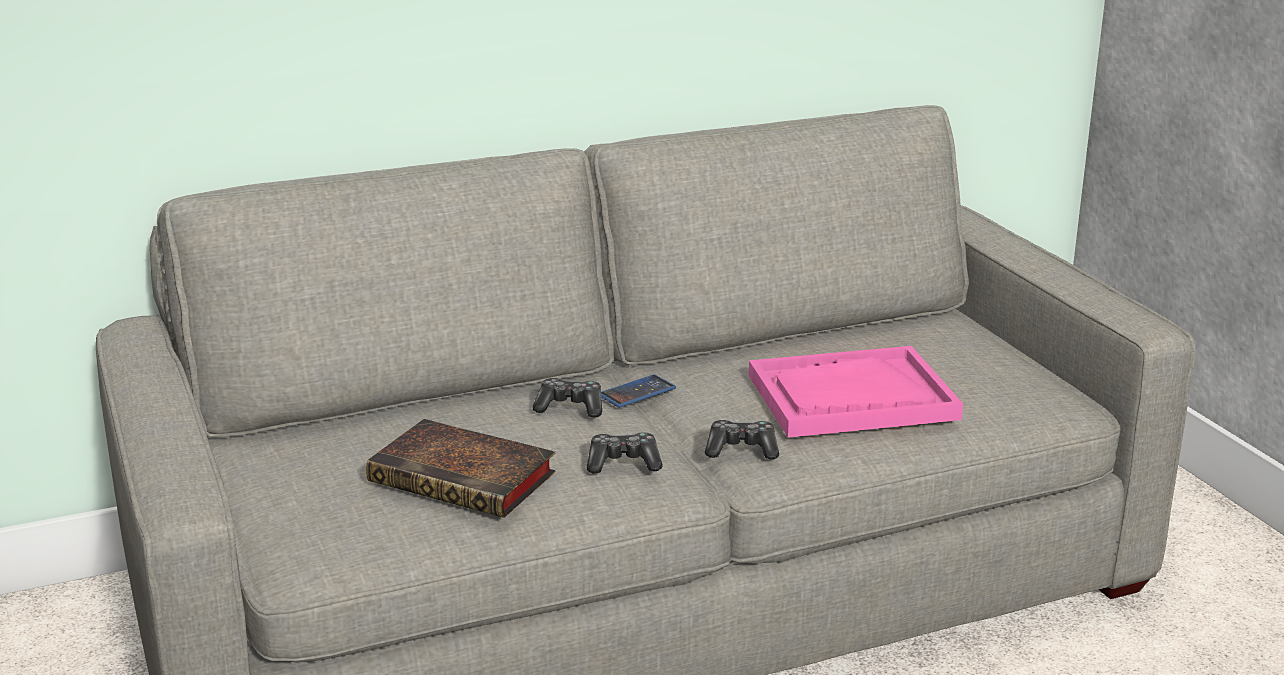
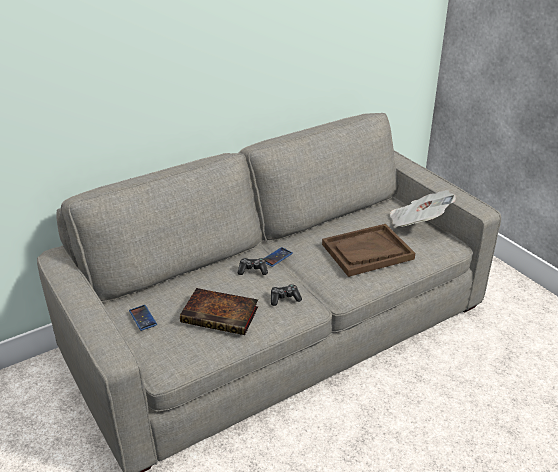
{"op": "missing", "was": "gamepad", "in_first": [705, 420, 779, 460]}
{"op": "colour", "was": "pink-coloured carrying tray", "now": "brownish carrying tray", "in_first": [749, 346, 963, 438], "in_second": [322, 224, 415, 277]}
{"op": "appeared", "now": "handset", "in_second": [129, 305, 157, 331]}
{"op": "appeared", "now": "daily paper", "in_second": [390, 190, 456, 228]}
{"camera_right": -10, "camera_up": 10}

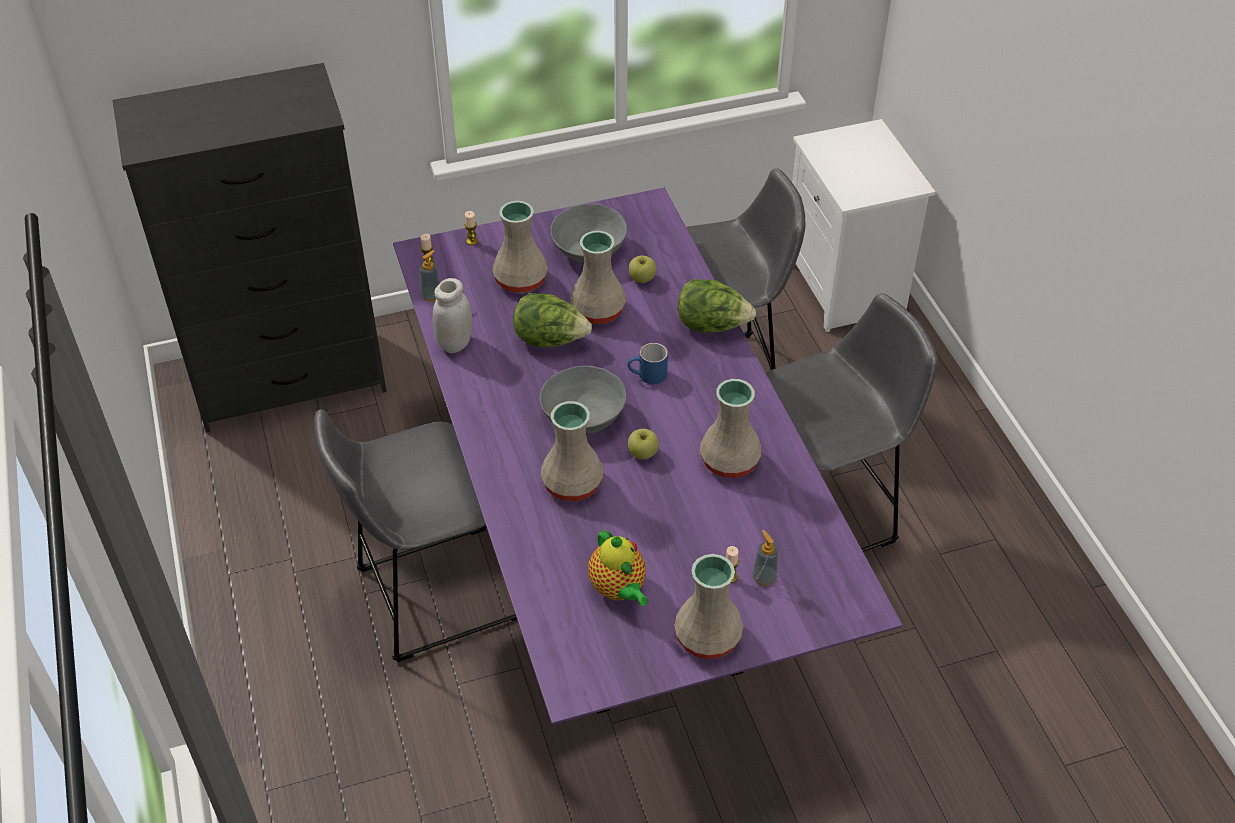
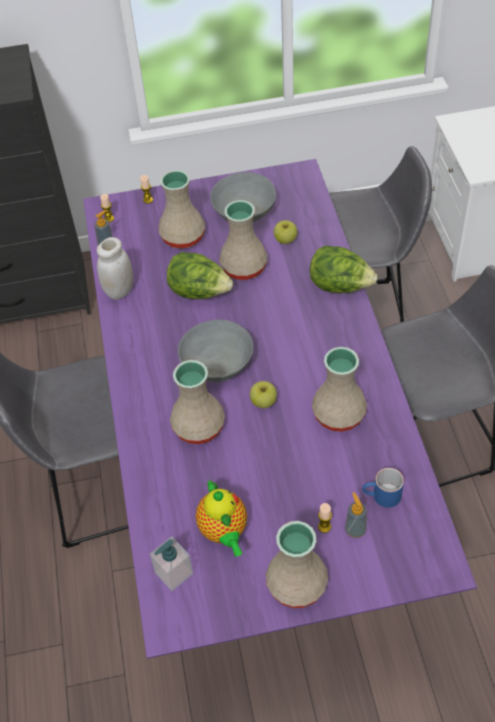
{"op": "relocated", "was": "blue coffee mug", "in_first": [627, 343, 668, 384], "in_second": [362, 468, 404, 508]}
{"op": "appeared", "now": "soap dispenser", "in_second": [150, 536, 193, 591]}
{"camera_right": 10, "camera_up": 5}

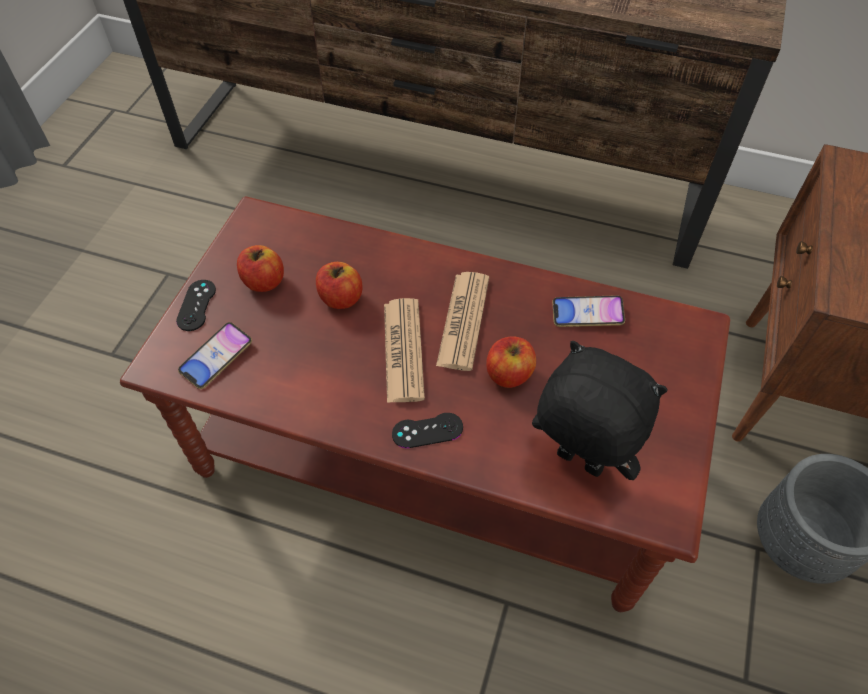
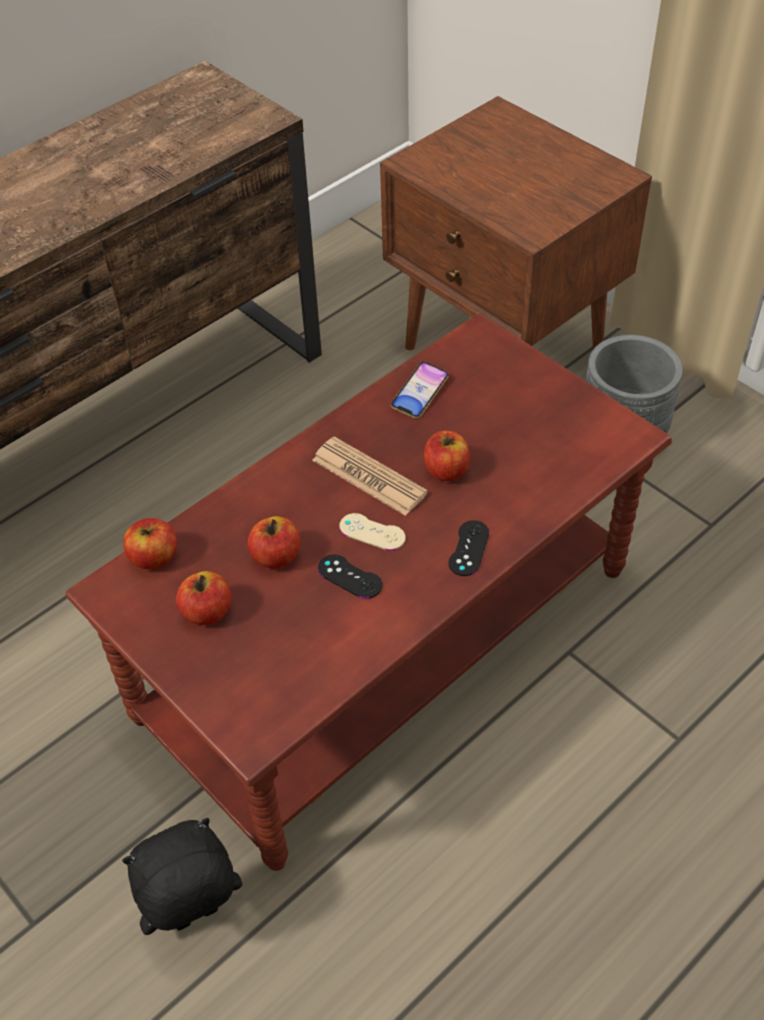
{"op": "relocated", "was": "black-coloured gamepad", "in_first": [176, 280, 216, 331], "in_second": [318, 554, 382, 599]}
{"op": "missing", "was": "handset", "in_first": [178, 322, 252, 389]}
{"op": "exchanged", "was": "daily paper", "now": "beige-coloured gamepad", "in_first": [384, 298, 425, 403], "in_second": [339, 513, 406, 551]}
{"op": "relocated", "was": "black-coloured soft toy", "in_first": [532, 341, 668, 480], "in_second": [122, 818, 242, 935]}
{"op": "appeared", "now": "apple", "in_second": [123, 518, 177, 569]}
{"camera_right": -60, "camera_up": -5}

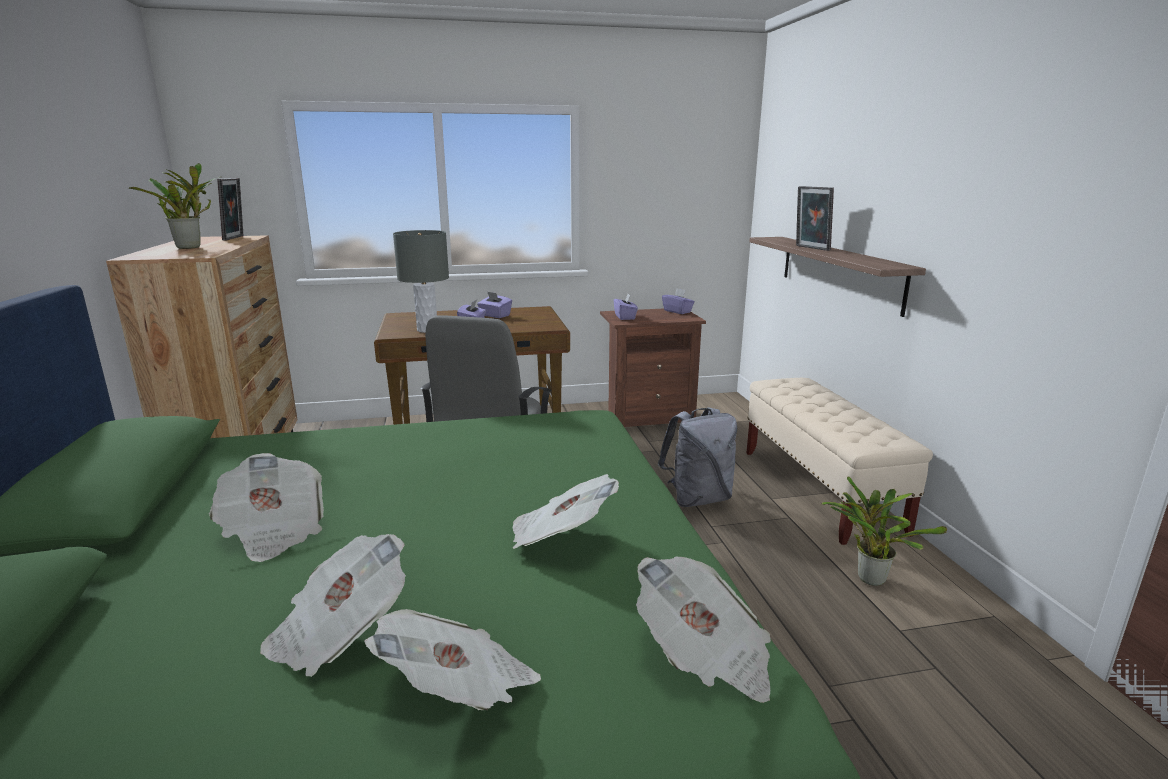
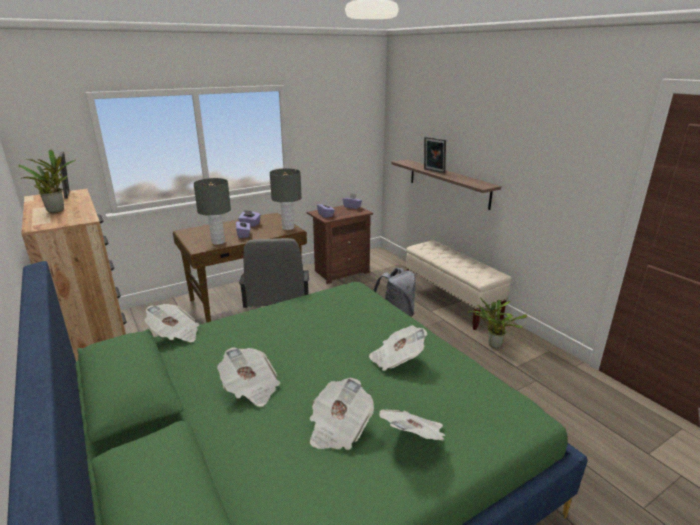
{"op": "relocated", "was": "daily paper", "in_first": [636, 556, 771, 703], "in_second": [145, 304, 199, 342]}
{"op": "appeared", "now": "greyish lamp for a table", "in_second": [270, 168, 302, 230]}
{"camera_right": -20, "camera_up": 5}

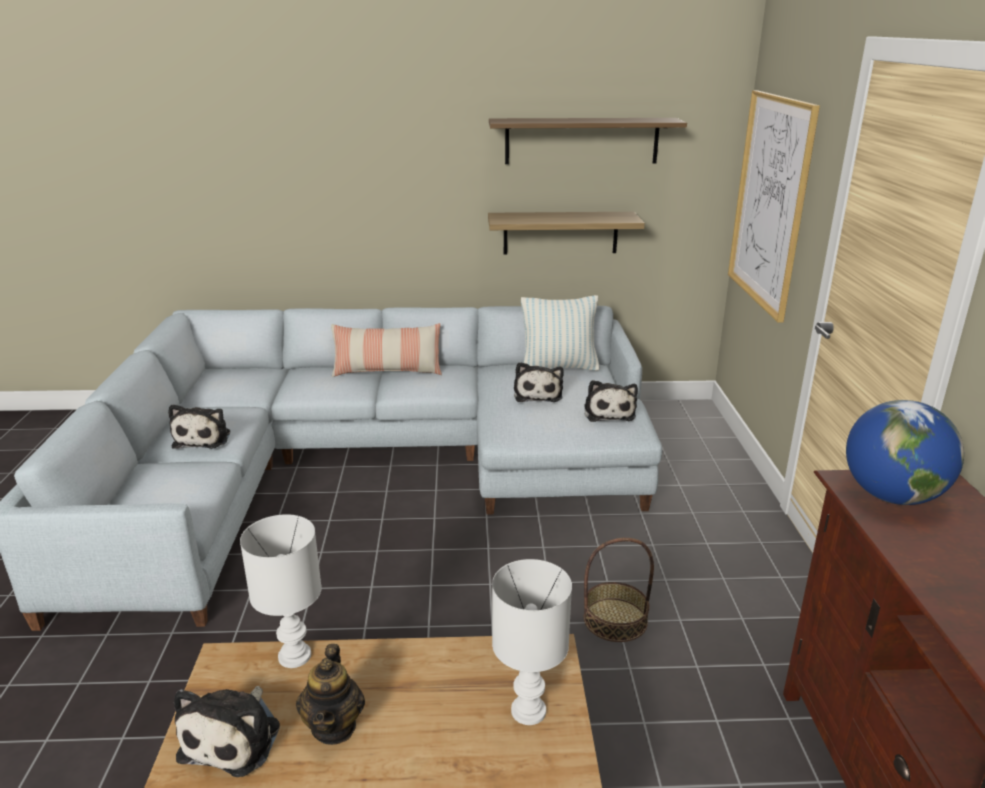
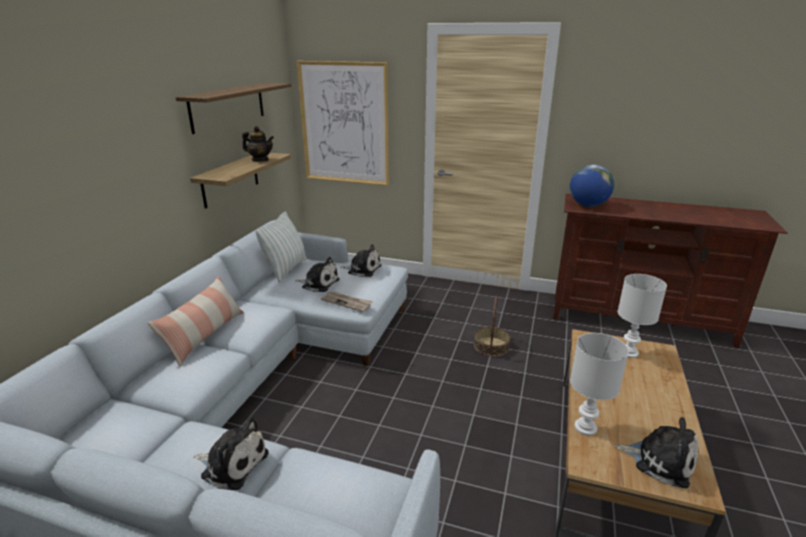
{"op": "relocated", "was": "teapot", "in_first": [296, 644, 365, 745], "in_second": [242, 126, 274, 161]}
{"op": "appeared", "now": "daily paper", "in_second": [321, 291, 373, 312]}
{"camera_right": -70, "camera_up": 0}

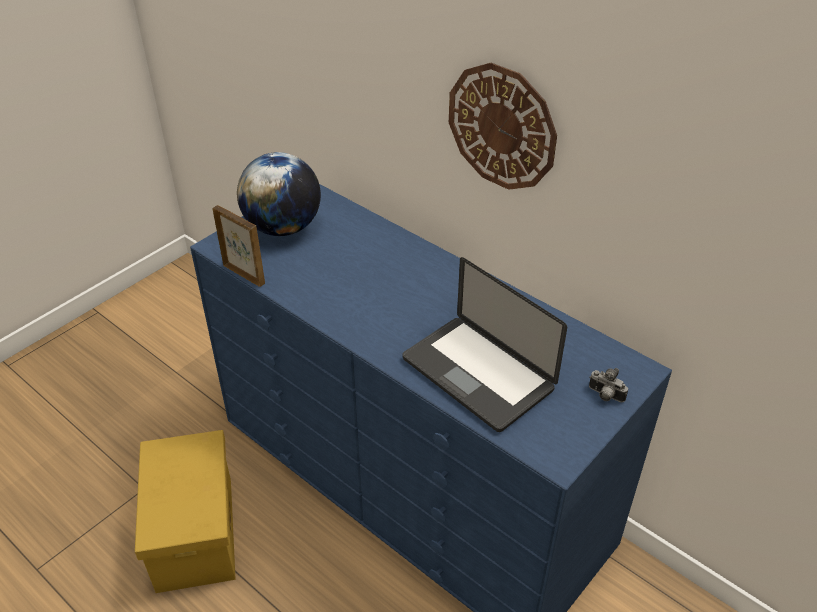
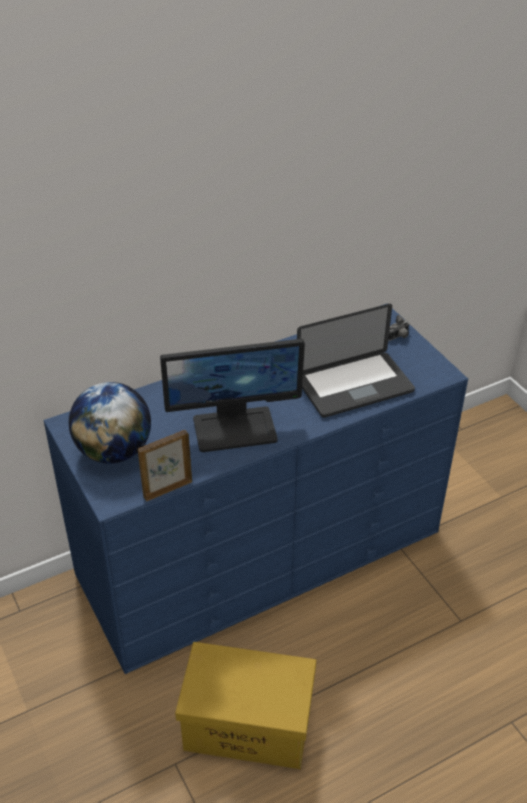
{"op": "missing", "was": "hanging clock", "in_first": [449, 63, 557, 190]}
{"op": "appeared", "now": "computer screen", "in_second": [160, 339, 305, 452]}
{"camera_right": -70, "camera_up": 0}

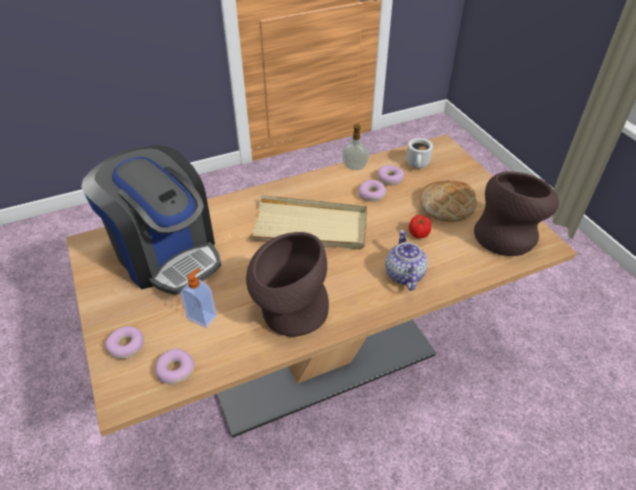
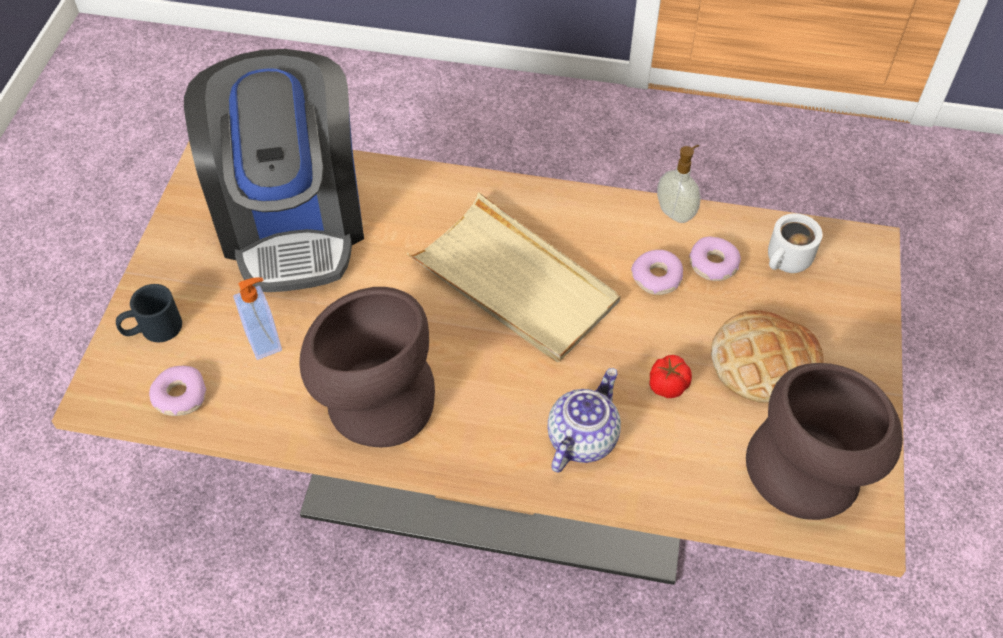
{"op": "exchanged", "was": "donut", "now": "black-coloured coffee mug", "in_first": [105, 326, 144, 359], "in_second": [116, 284, 182, 342]}
{"camera_right": 35, "camera_up": 10}

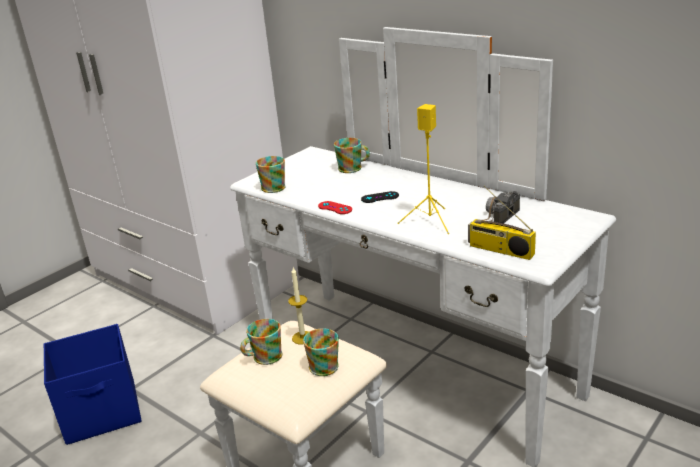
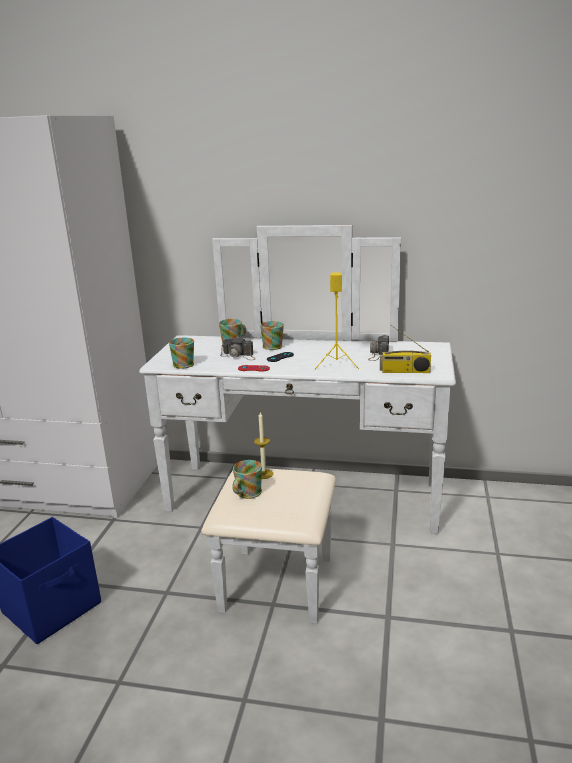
{"op": "relocated", "was": "coffee mug", "in_first": [303, 328, 339, 376], "in_second": [260, 321, 284, 350]}
{"op": "appeared", "now": "still camera", "in_second": [220, 336, 256, 360]}
{"camera_right": -30, "camera_up": -5}

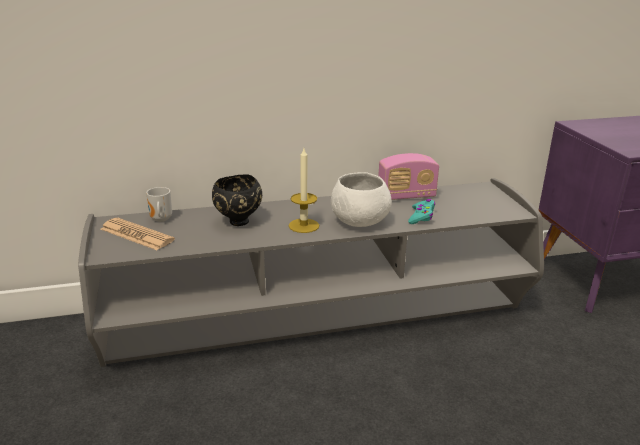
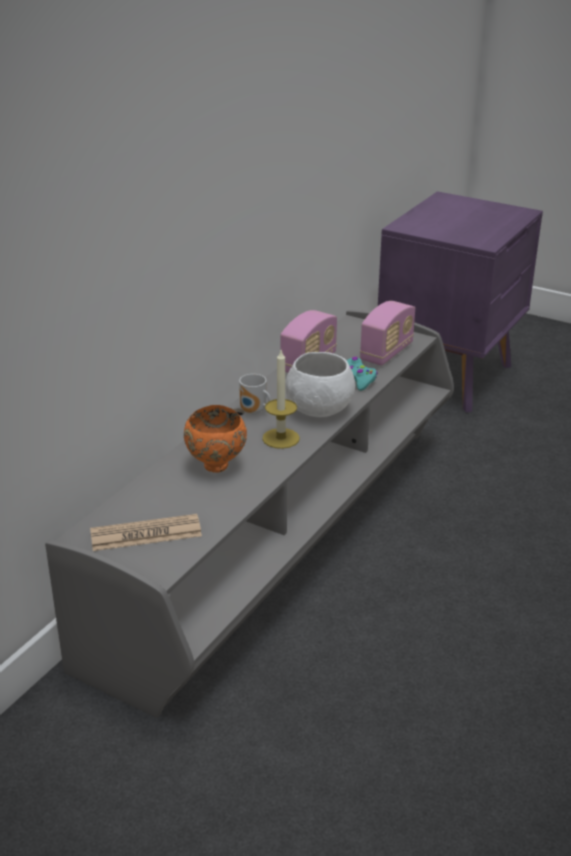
{"op": "relocated", "was": "coffee mug", "in_first": [146, 187, 172, 222], "in_second": [239, 374, 271, 415]}
{"op": "colour", "was": "black-coloured bowl", "now": "orange-coloured bowl", "in_first": [212, 174, 262, 226], "in_second": [184, 405, 247, 472]}
{"op": "appeared", "now": "radio receiver", "in_second": [360, 301, 415, 366]}
{"camera_right": -45, "camera_up": 5}

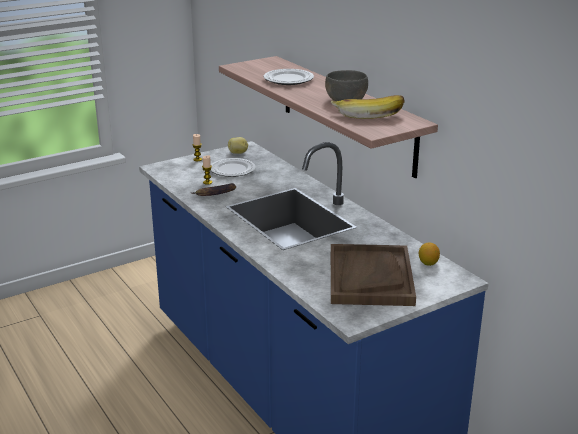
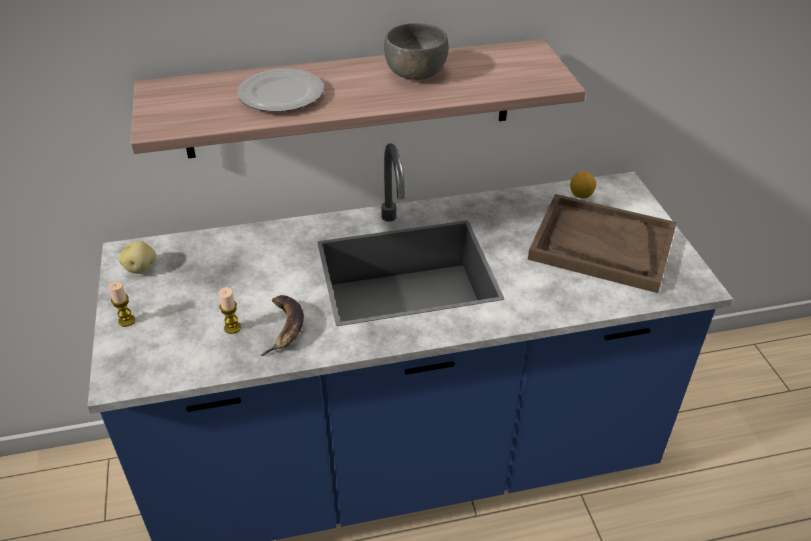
{"op": "missing", "was": "plate", "in_first": [211, 158, 256, 177]}
{"op": "missing", "was": "banana", "in_first": [331, 95, 405, 119]}
{"camera_right": -70, "camera_up": 15}

